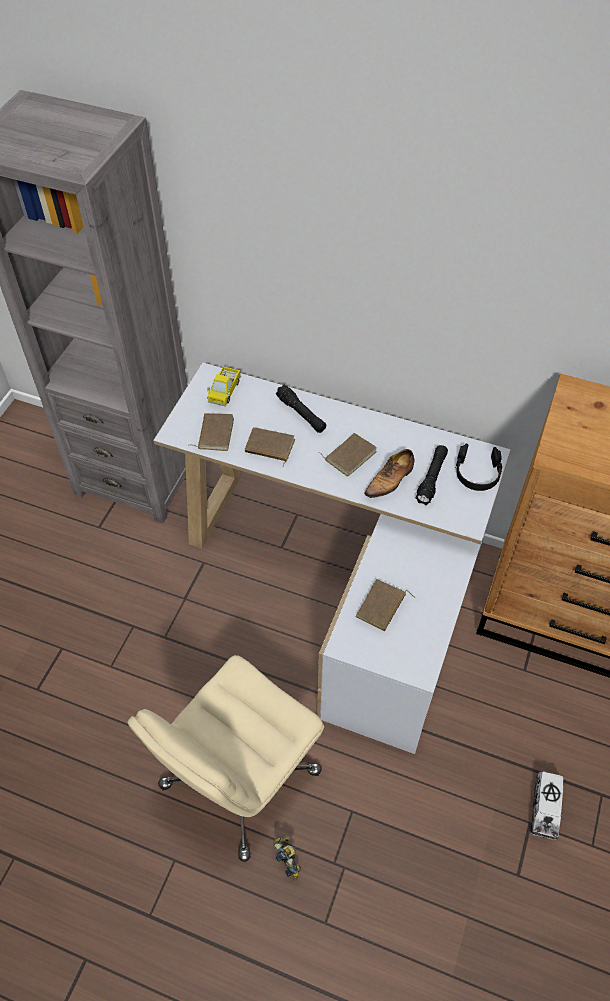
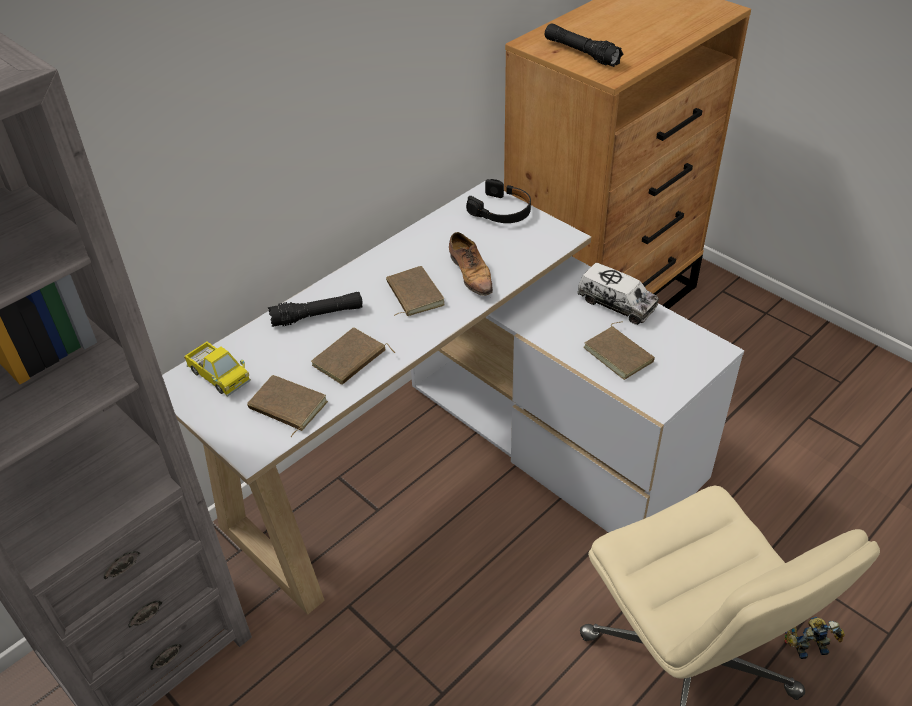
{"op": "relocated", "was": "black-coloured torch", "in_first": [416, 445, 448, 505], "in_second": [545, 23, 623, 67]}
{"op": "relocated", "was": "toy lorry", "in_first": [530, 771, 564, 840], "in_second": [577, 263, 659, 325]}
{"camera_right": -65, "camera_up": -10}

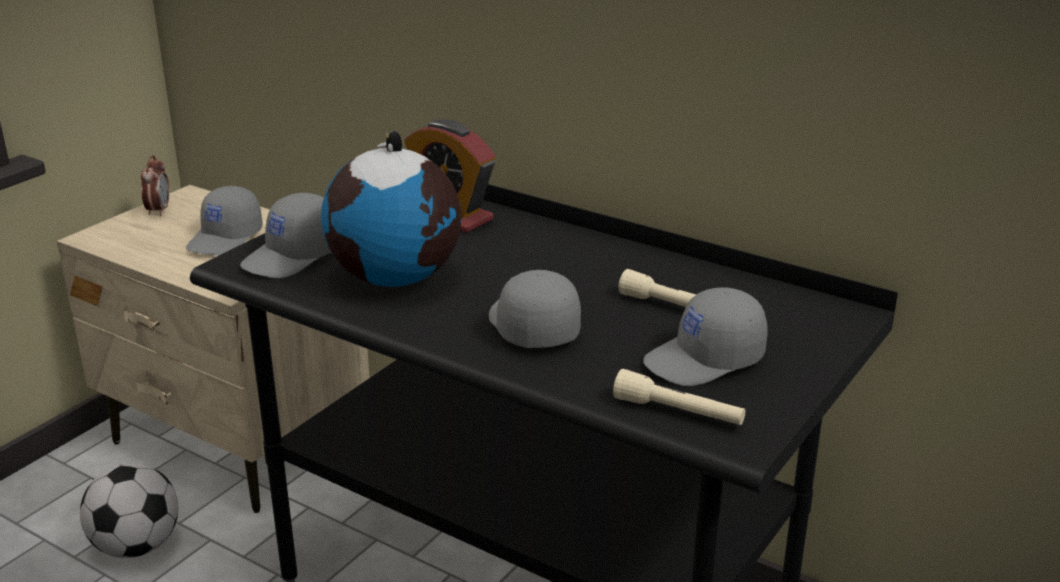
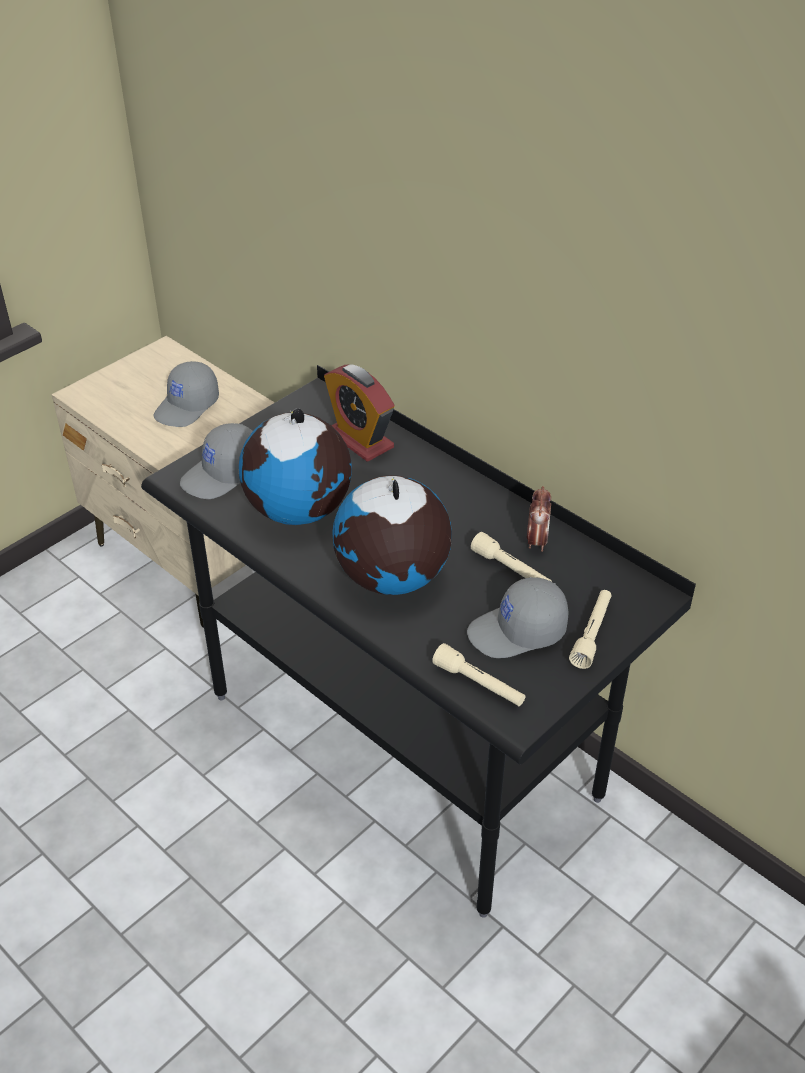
{"op": "missing", "was": "football ball", "in_first": [80, 463, 178, 558]}
{"op": "relocated", "was": "table clock", "in_first": [141, 155, 170, 216], "in_second": [527, 486, 551, 552]}
{"op": "exchanged", "was": "greyish peaked cap", "now": "world globe", "in_first": [489, 270, 581, 348], "in_second": [332, 475, 452, 595]}
{"op": "appeared", "now": "beige-coloured torch", "in_second": [569, 590, 612, 669]}
{"camera_right": 10, "camera_up": 15}

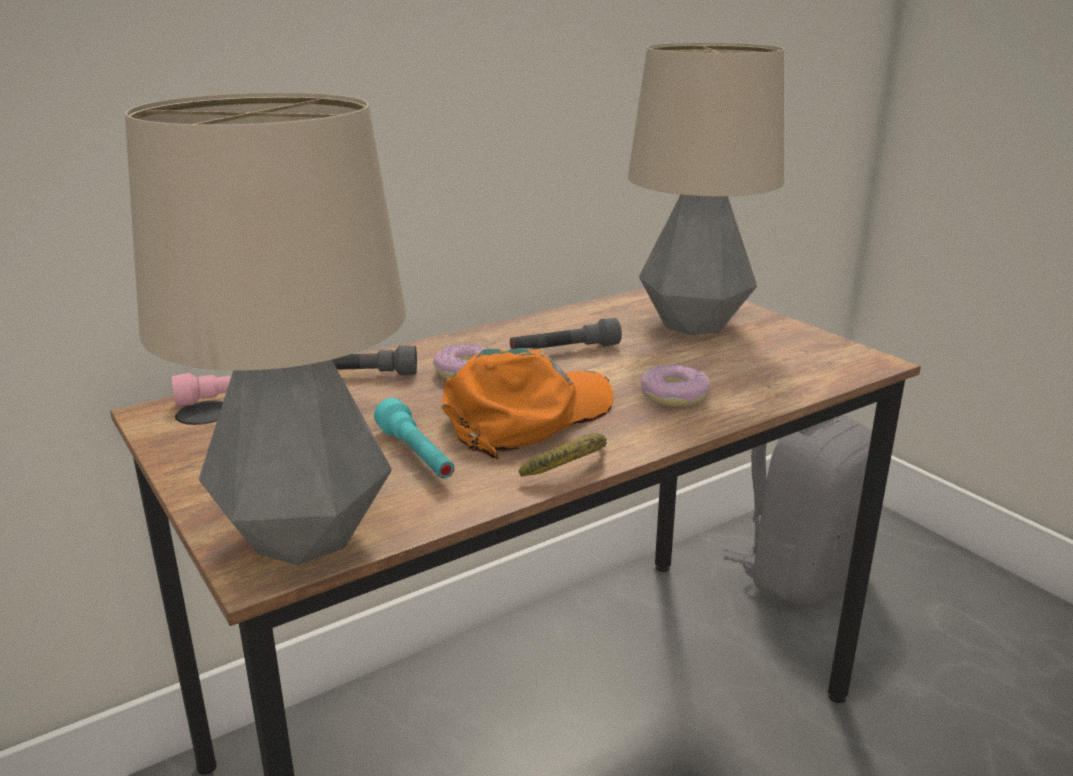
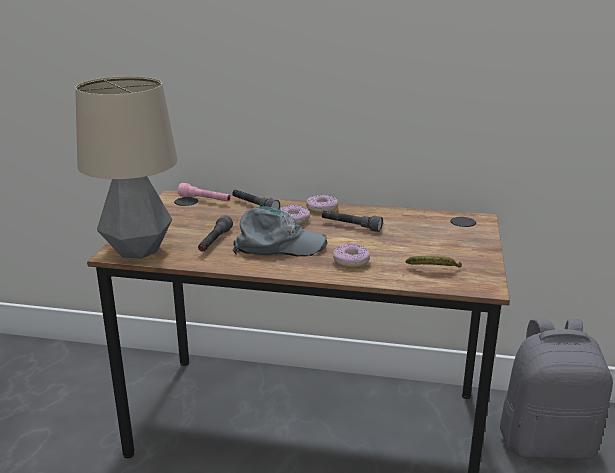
{"op": "colour", "was": "blue-green torch", "now": "greyish torch", "in_first": [374, 398, 455, 479], "in_second": [198, 215, 233, 252]}
{"op": "colour", "was": "orange-coloured peaked cap", "now": "greyish peaked cap", "in_first": [442, 348, 613, 459], "in_second": [233, 206, 327, 257]}
{"op": "relocated", "was": "banana", "in_first": [519, 434, 607, 477], "in_second": [406, 256, 462, 268]}
{"op": "missing", "was": "lamp for a table", "in_first": [628, 42, 784, 335]}
{"op": "appeared", "now": "donut", "in_second": [306, 195, 338, 213]}
{"camera_right": 45, "camera_up": 0}

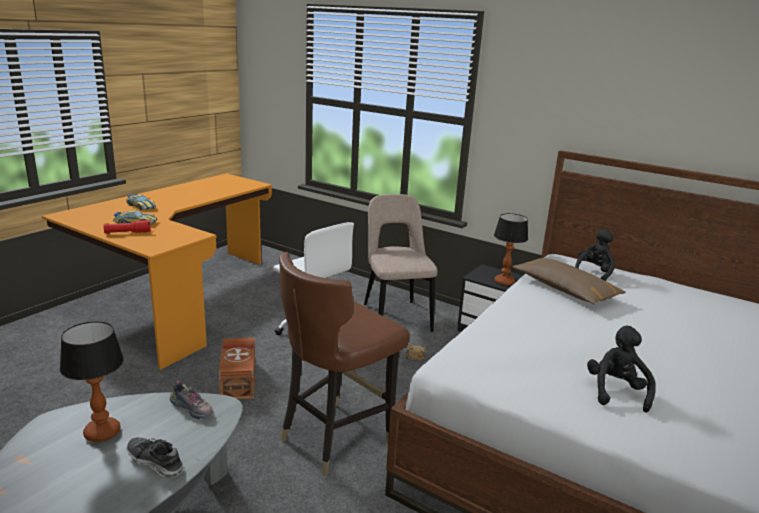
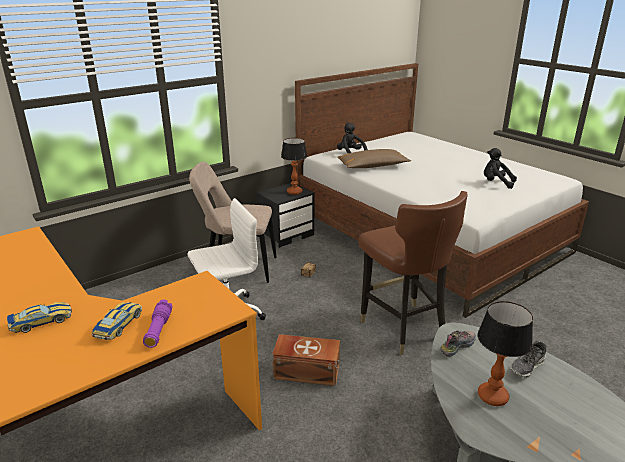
{"op": "colour", "was": "reddish torch", "now": "purplish torch", "in_first": [104, 220, 151, 234], "in_second": [143, 300, 172, 348]}
{"camera_right": -70, "camera_up": 5}

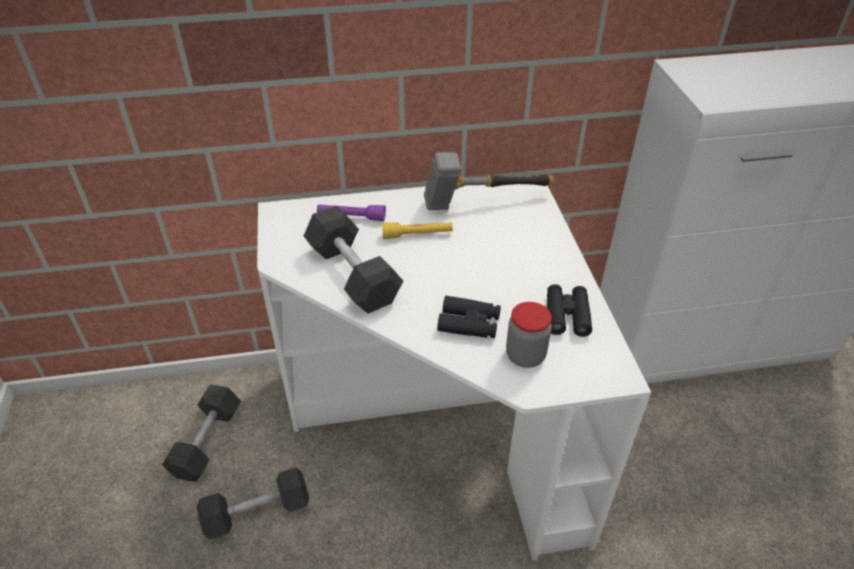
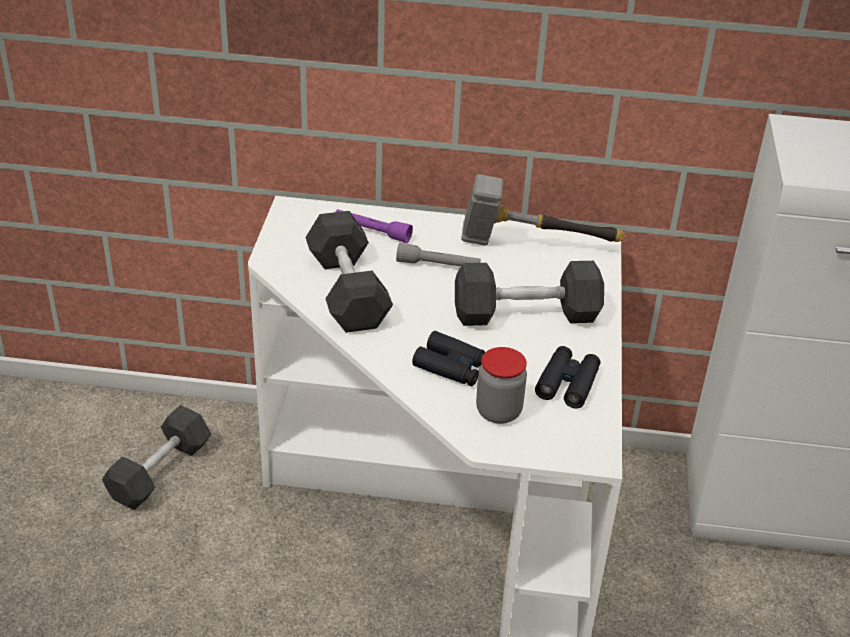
{"op": "relocated", "was": "greyish hand weight", "in_first": [197, 467, 309, 540], "in_second": [455, 261, 604, 326]}
{"op": "colour", "was": "yellow-coloured torch", "now": "greyish torch", "in_first": [382, 222, 453, 239], "in_second": [396, 242, 480, 266]}
{"camera_right": 15, "camera_up": -5}

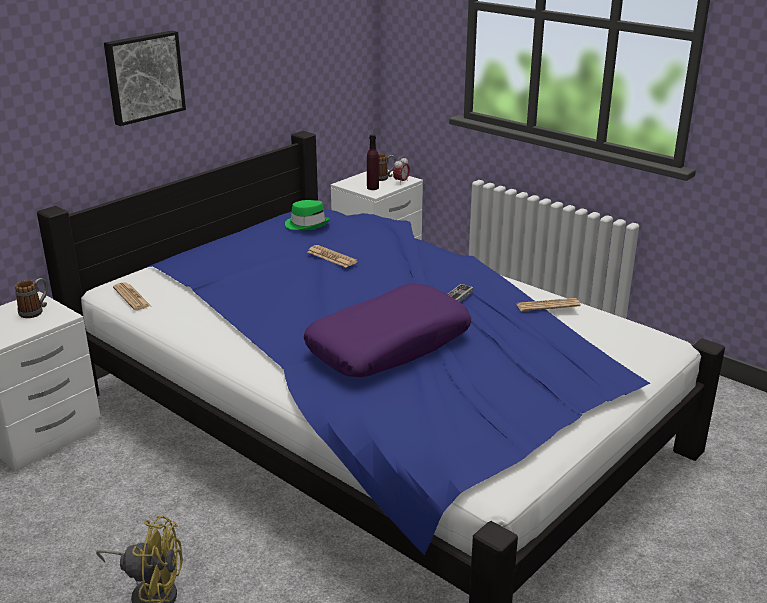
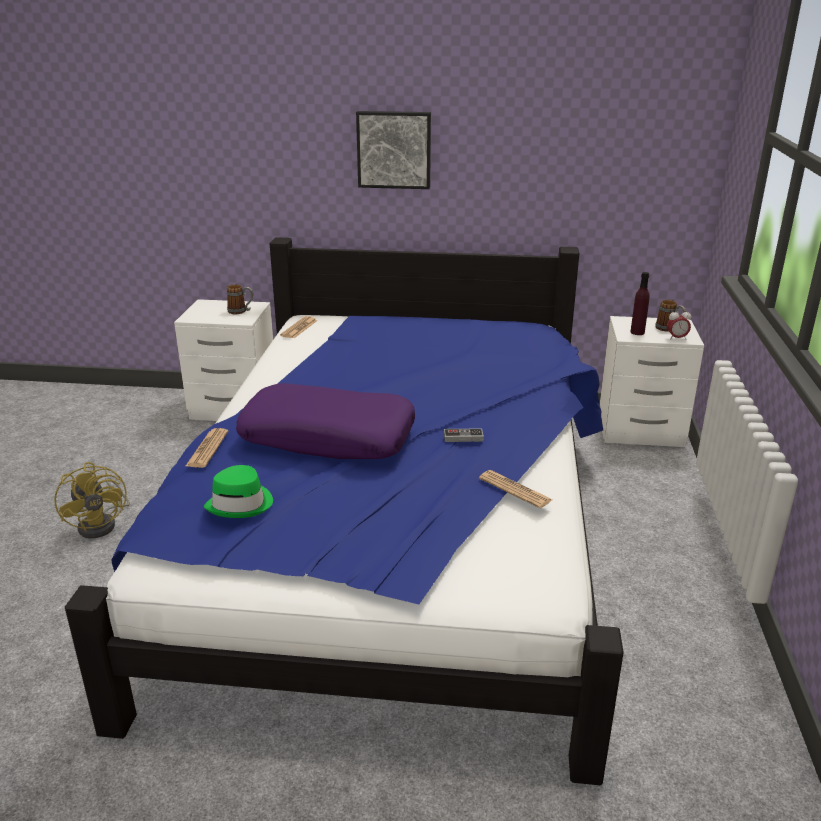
{"op": "relocated", "was": "green-coloured clothing hat", "in_first": [285, 200, 330, 230], "in_second": [204, 465, 273, 518]}
{"op": "relocated", "was": "daily paper", "in_first": [308, 245, 358, 267], "in_second": [186, 428, 229, 468]}
{"camera_right": 55, "camera_up": 0}

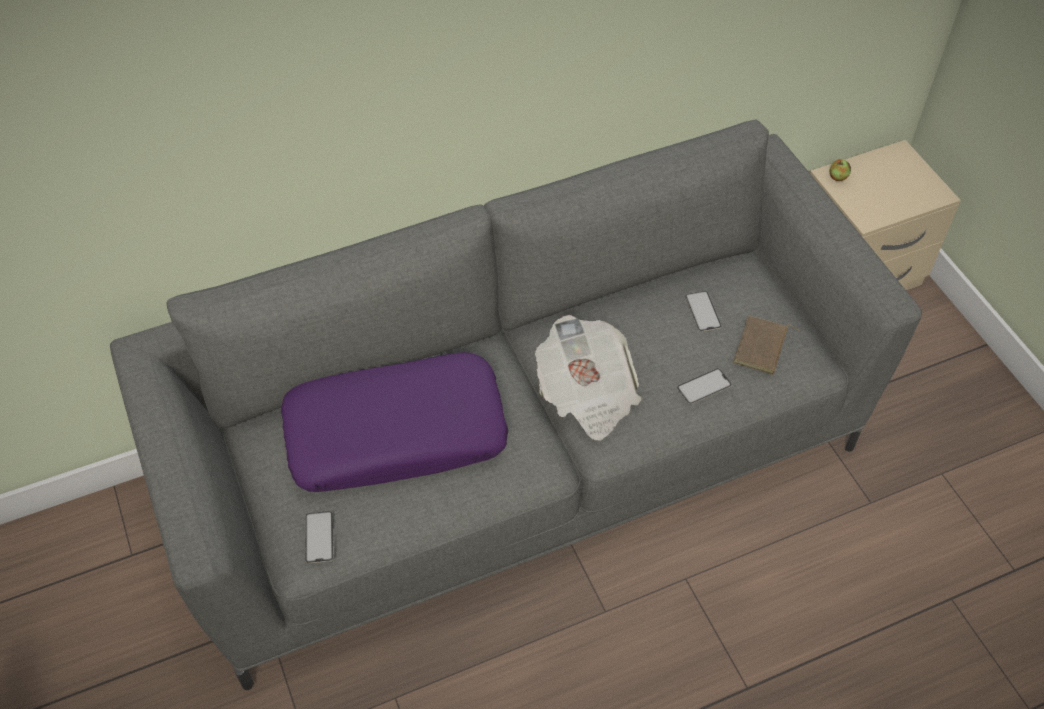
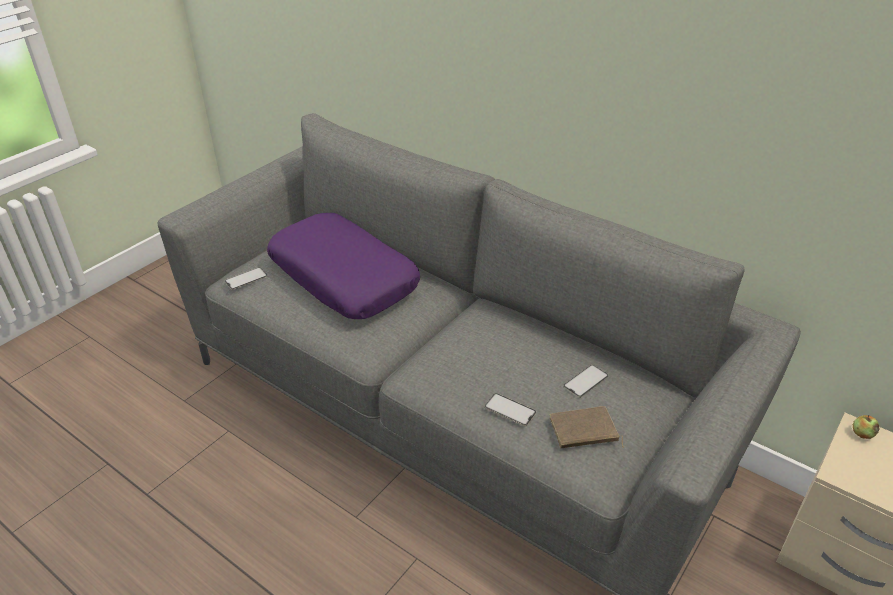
{"op": "missing", "was": "daily paper", "in_first": [535, 315, 641, 441]}
{"camera_right": 60, "camera_up": -15}

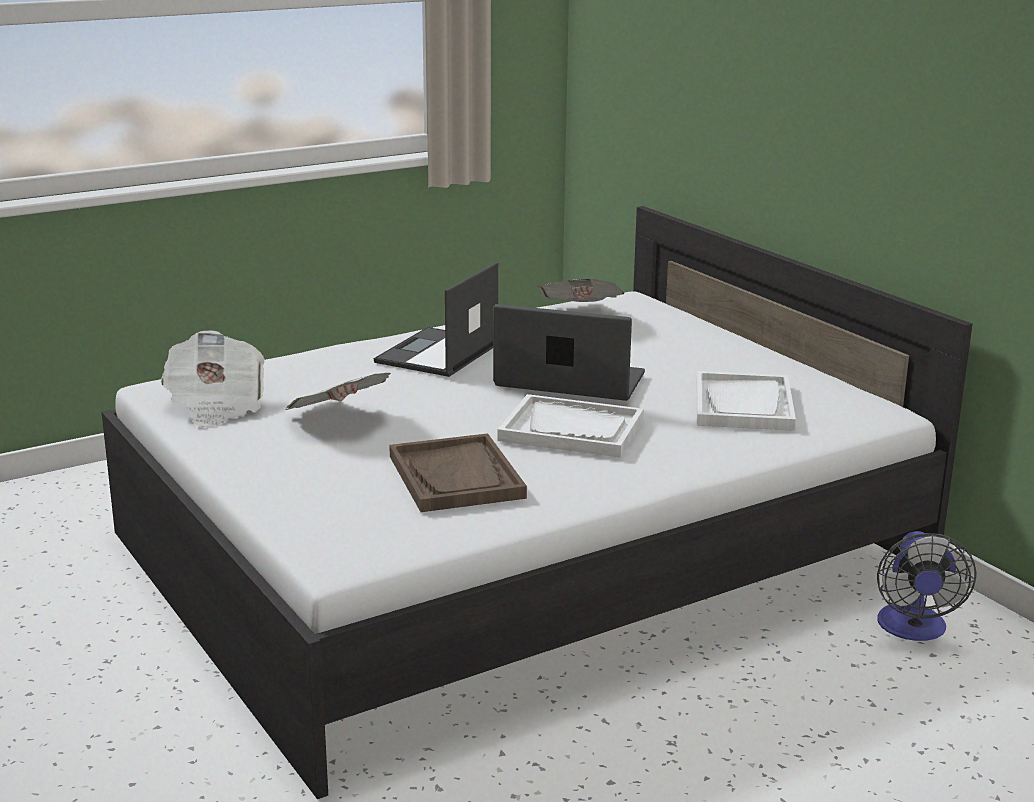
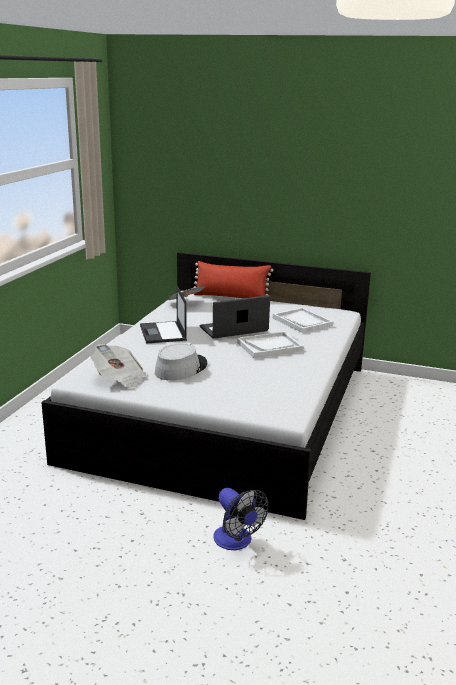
{"op": "exchanged", "was": "daily paper", "now": "greyish clothing hat", "in_first": [285, 373, 391, 410], "in_second": [155, 344, 207, 381]}
{"op": "missing", "was": "brownish carrying tray", "in_first": [389, 433, 527, 512]}
{"op": "relocated", "was": "fan", "in_first": [877, 531, 977, 641], "in_second": [213, 488, 268, 550]}
{"op": "appeared", "now": "reddish pillow", "in_second": [193, 261, 273, 298]}
{"camera_right": -40, "camera_up": 0}

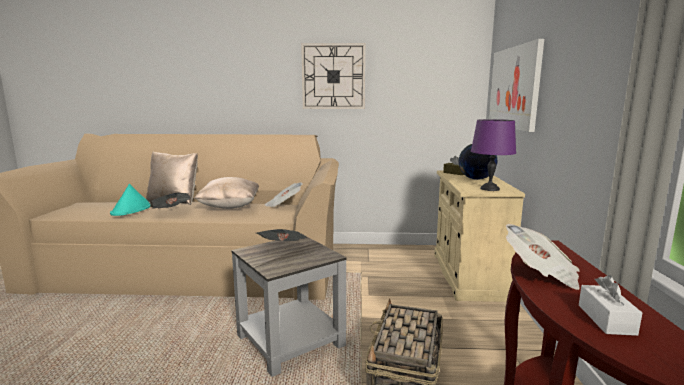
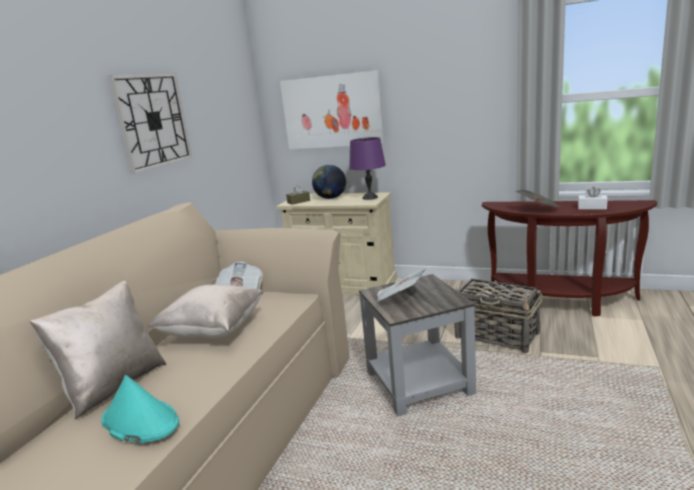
{"op": "missing", "was": "daily paper", "in_first": [149, 193, 191, 209]}
{"camera_right": -70, "camera_up": 5}

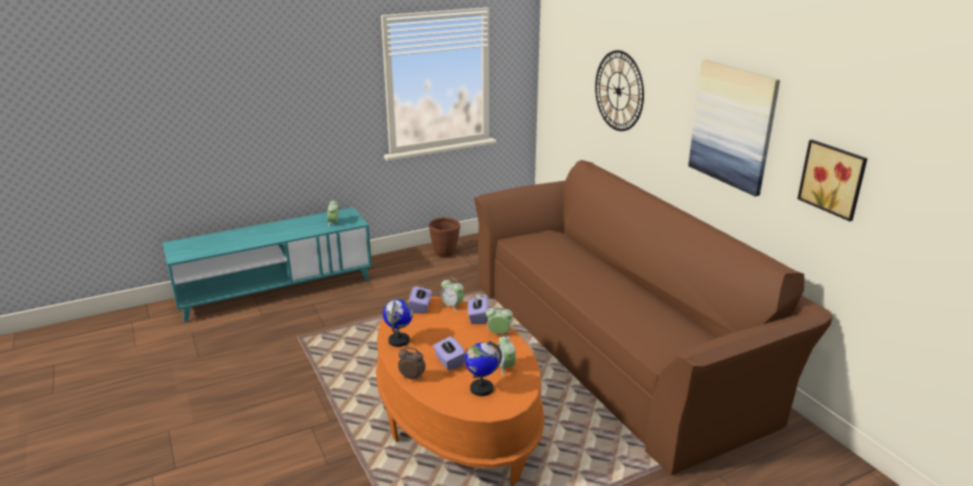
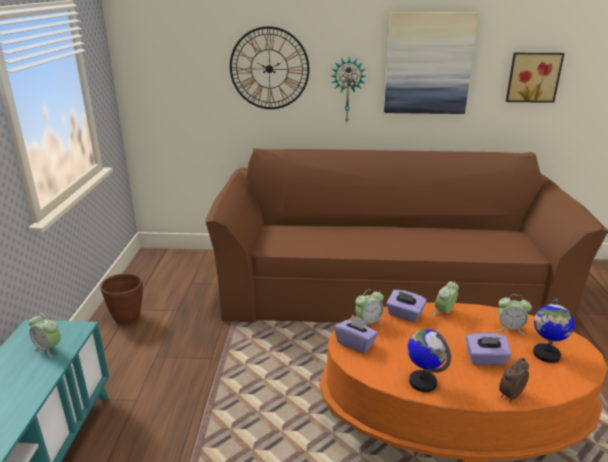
{"op": "appeared", "now": "hanging clock", "in_second": [331, 57, 366, 123]}
{"camera_right": -60, "camera_up": 0}

